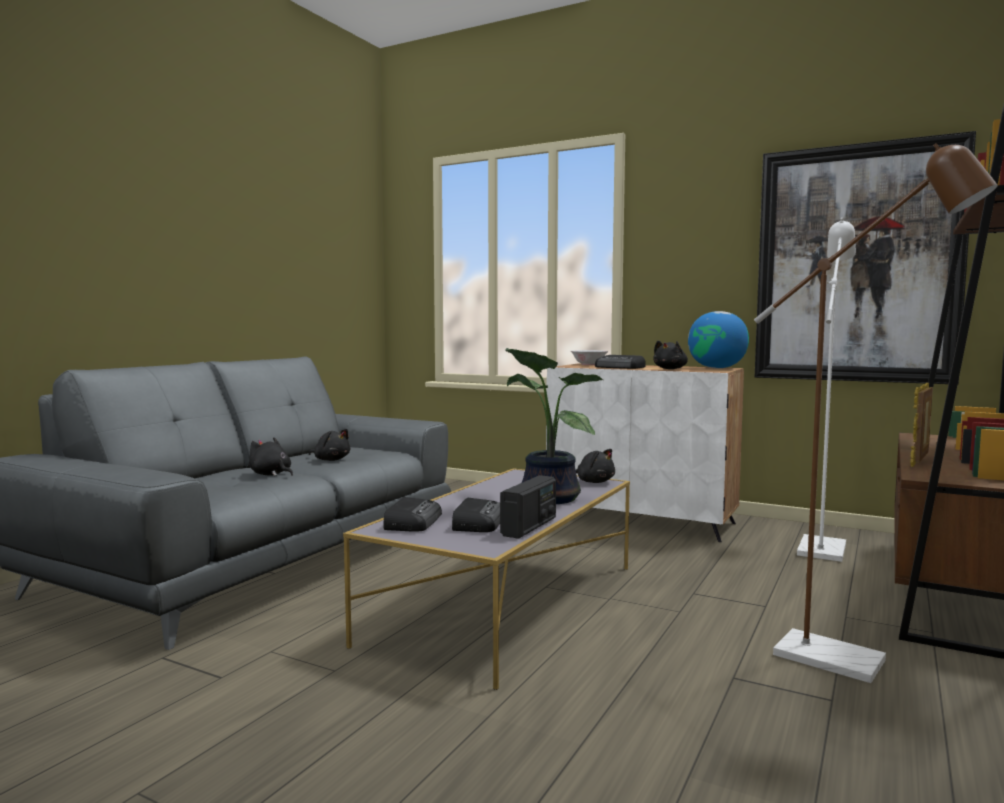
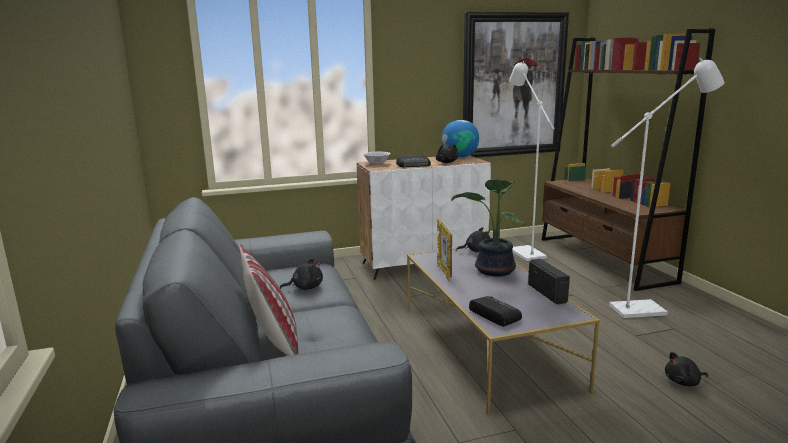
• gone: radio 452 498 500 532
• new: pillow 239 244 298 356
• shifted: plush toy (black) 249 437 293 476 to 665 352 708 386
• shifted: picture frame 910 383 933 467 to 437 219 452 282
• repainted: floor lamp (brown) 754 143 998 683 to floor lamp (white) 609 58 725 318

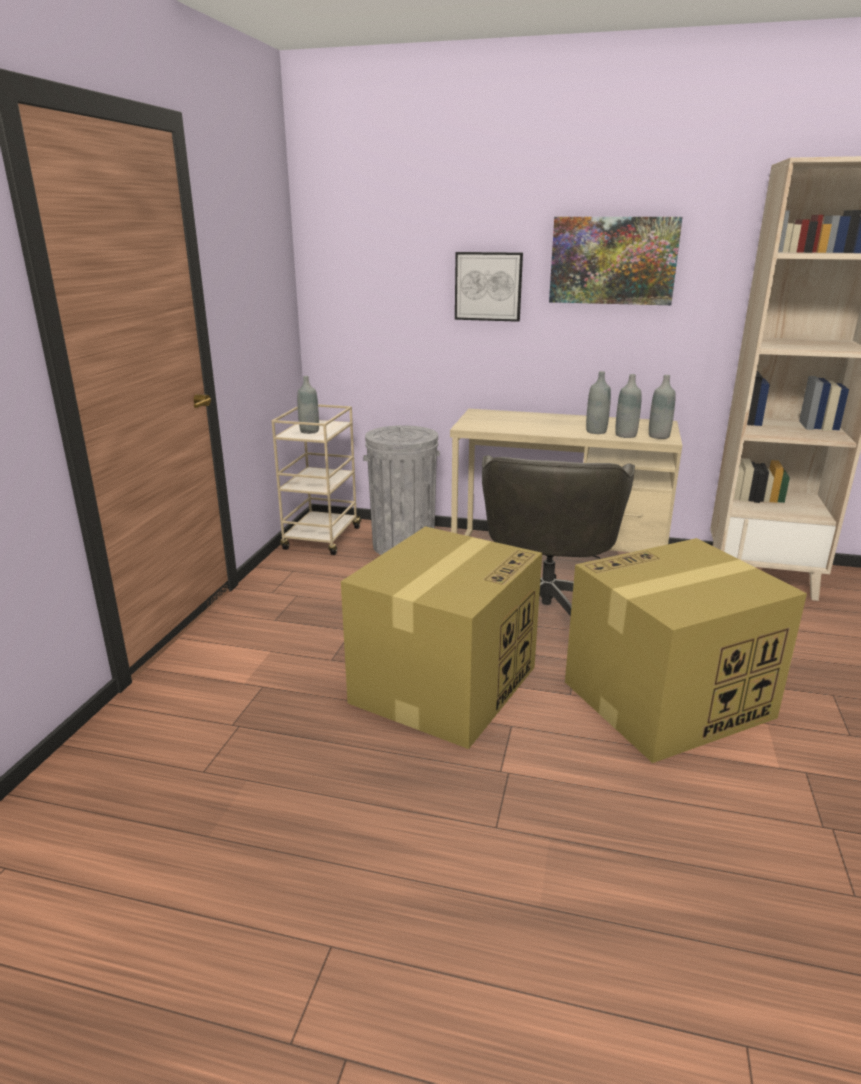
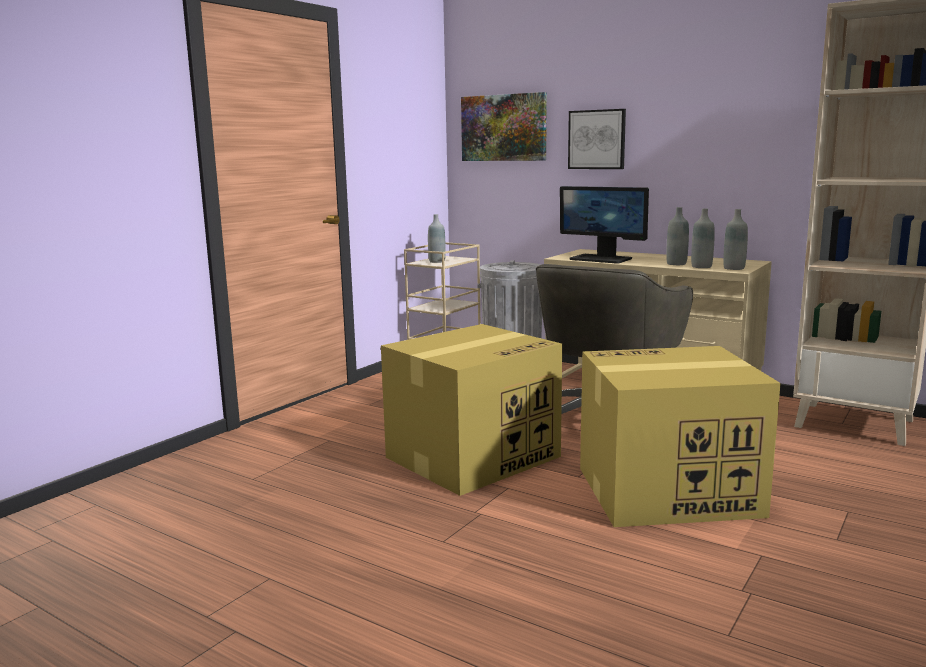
• new: monitor 560 186 649 264
• shifted: picture 549 217 683 305 to 461 92 547 161

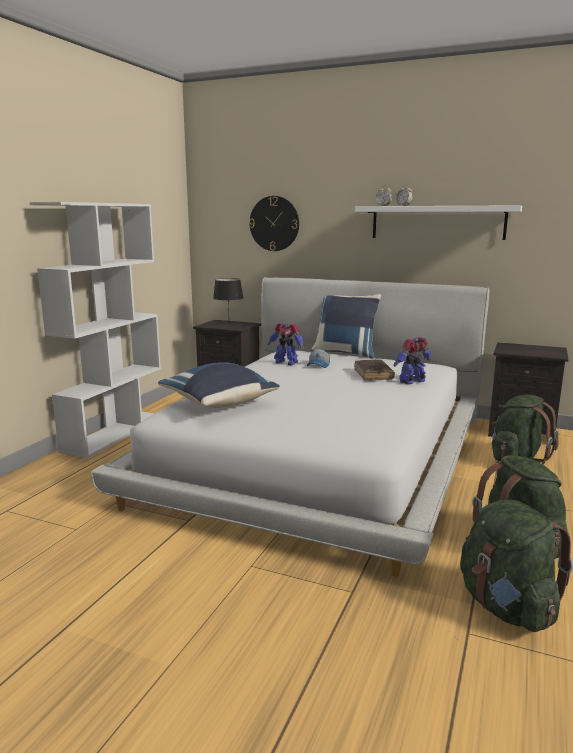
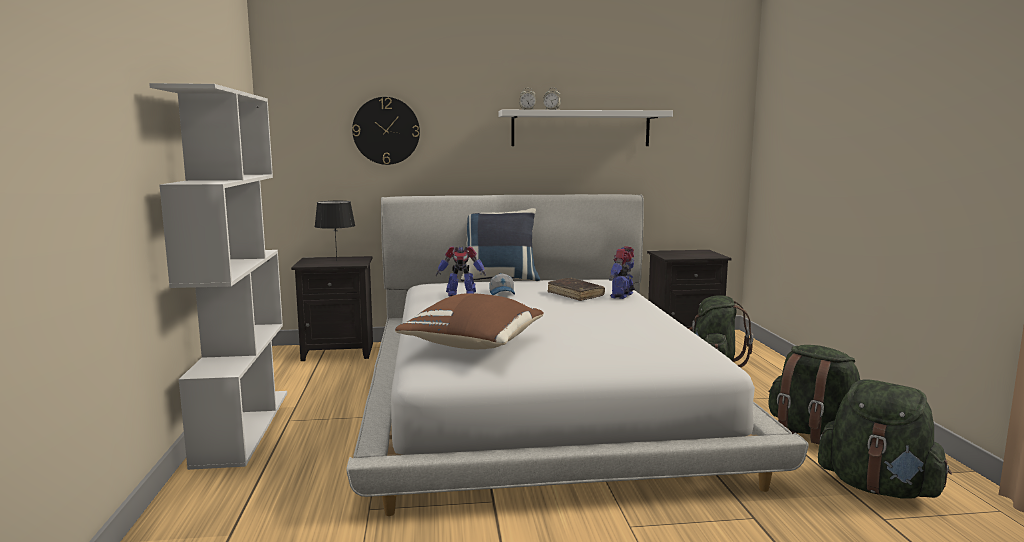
• repainted: pillow (blue) 158 362 280 408 to pillow (brown) 395 293 544 349

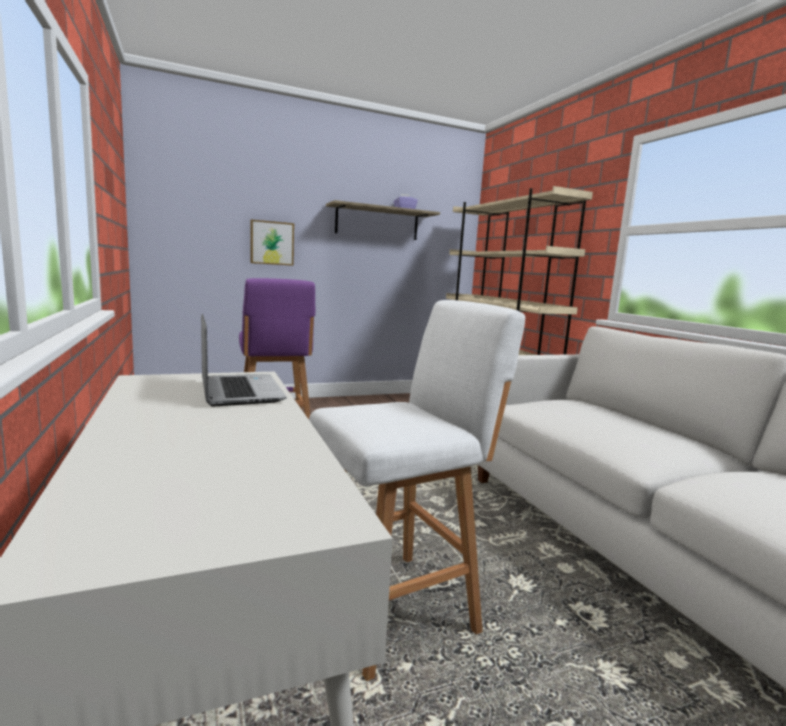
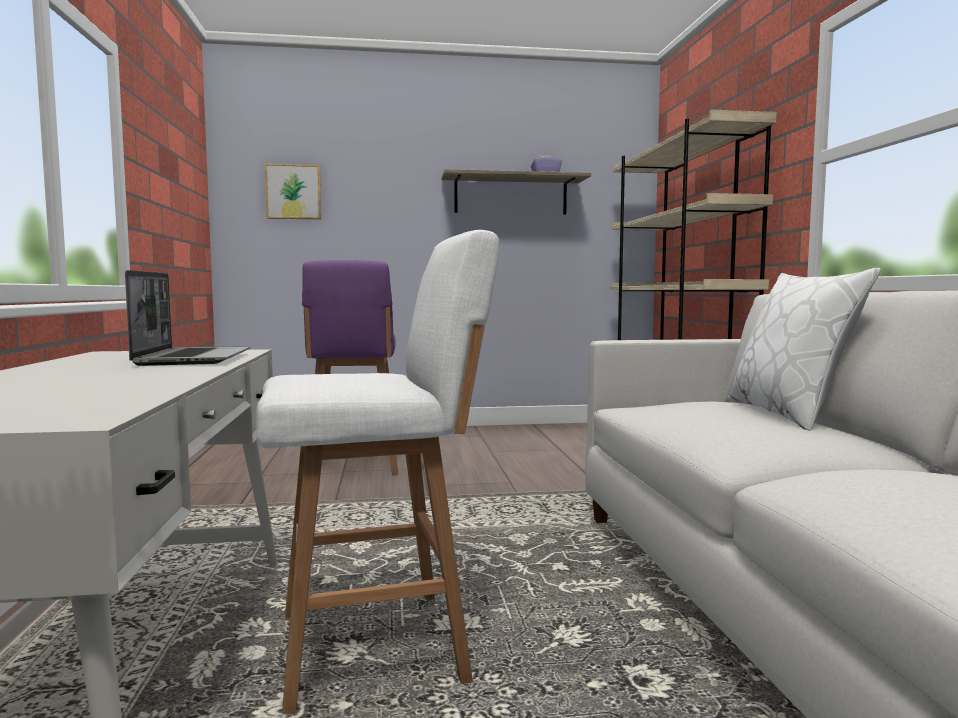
• new: pillow (white) 728 268 881 431
• shifted: picture 251 220 294 266 to 265 163 322 219

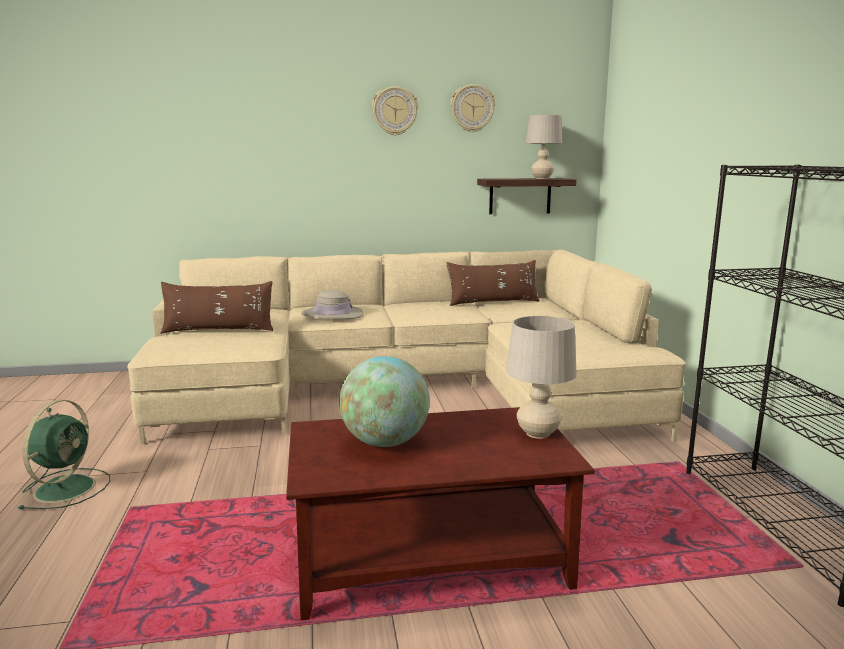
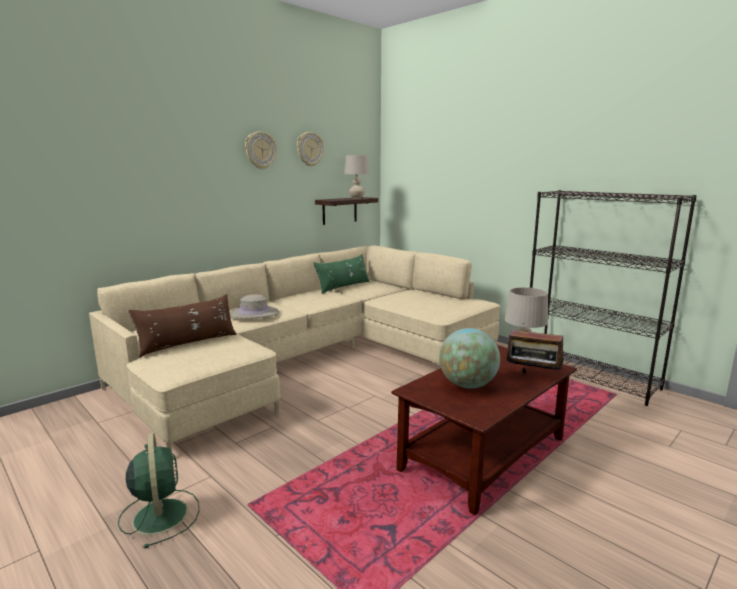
• new: radio 506 325 564 373
• repainted: pillow (brown) 447 260 540 306 to pillow (green) 313 254 370 294

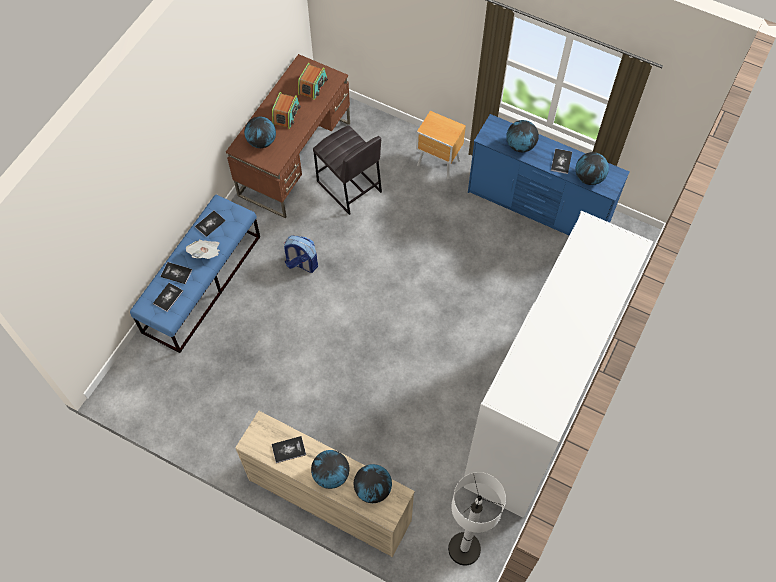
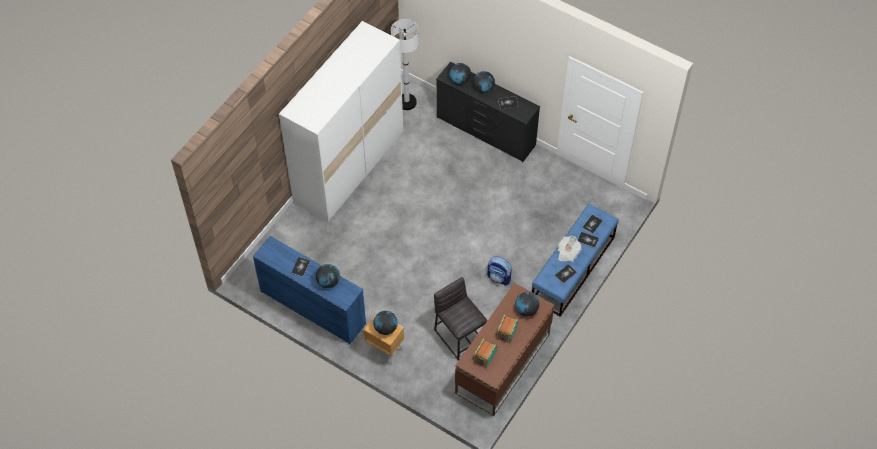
• shifted: globe 576 152 609 185 to 373 311 398 335
• repainted: dresser (beige) 235 411 415 557 to dresser (black) 436 62 540 162

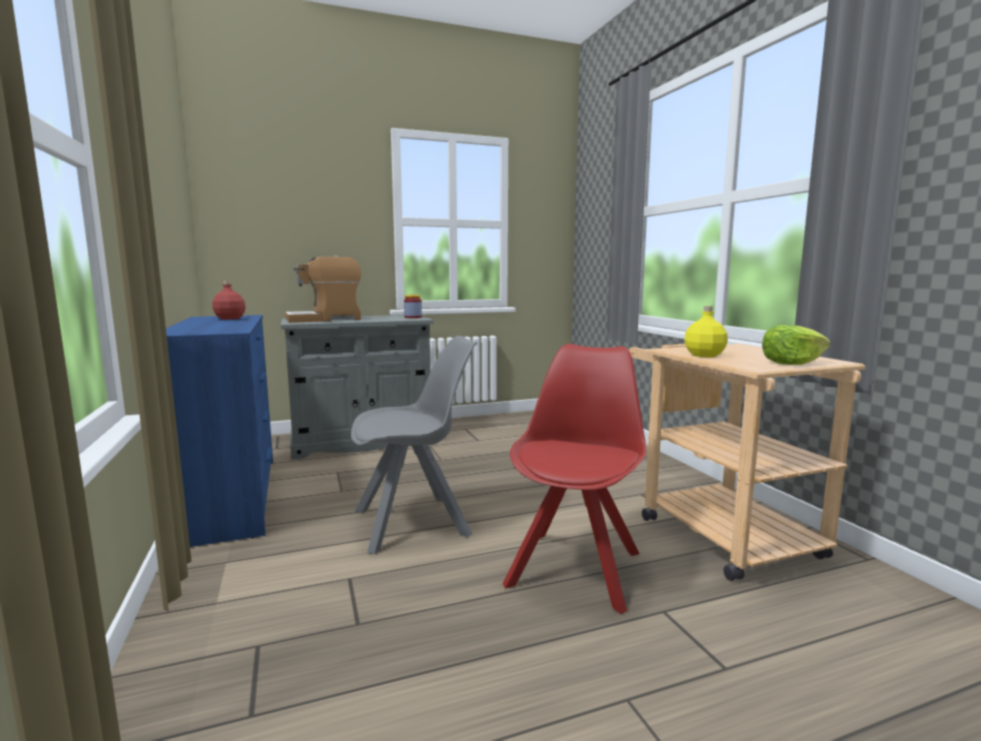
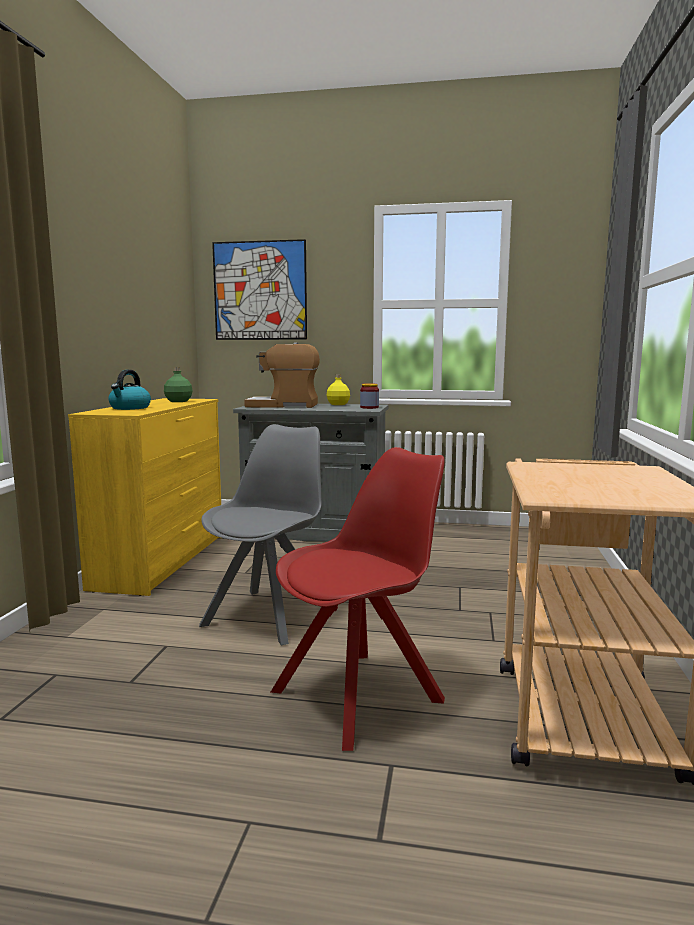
• gone: lettuce 762 325 831 365
• new: kettle 108 370 151 410
• new: picture 212 239 307 340
• shifted: bottle (yellow) 684 306 728 357 to 327 374 350 405
• repainted: dresser (blue) 166 315 273 547 to dresser (yellow) 68 398 221 596
• repainted: bottle (red) 212 280 246 320 to bottle (green) 164 367 193 402
• rotated: chair (grey) 351 336 478 554 = 199 424 322 645 75 degrees counterclockwise

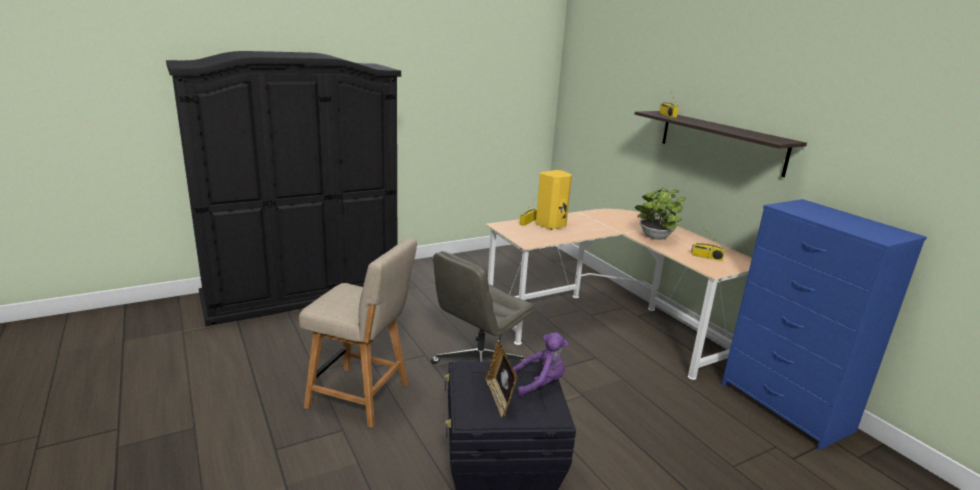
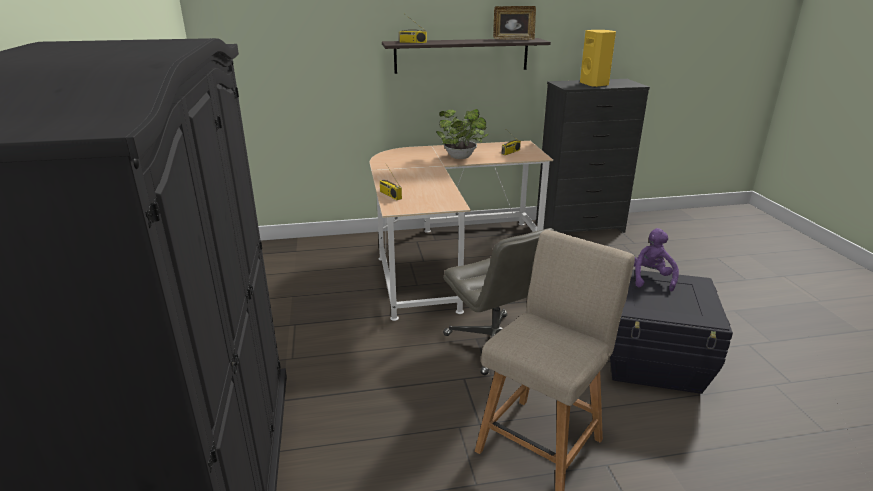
• shifted: picture frame 485 341 518 419 to 493 6 536 40
• shifted: speaker (yellow) 536 170 572 230 to 580 30 616 87
• repainted: dresser (blue) 722 199 927 450 to dresser (black) 536 79 650 233

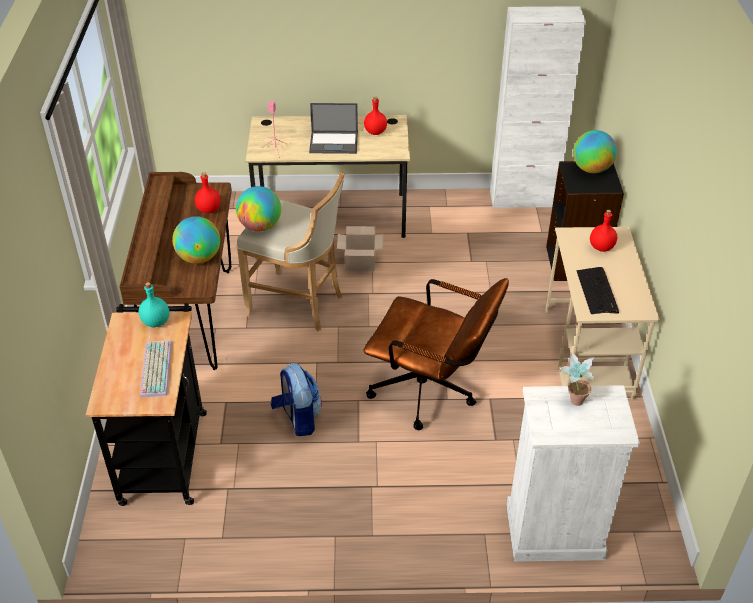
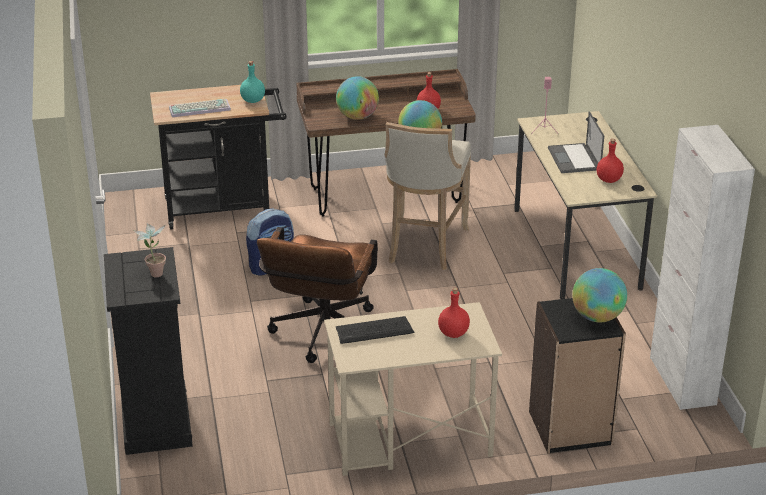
• gone: cardboard box 337 226 383 271
• repainted: dresser (white) 506 385 640 562 to dresser (black) 104 247 193 455

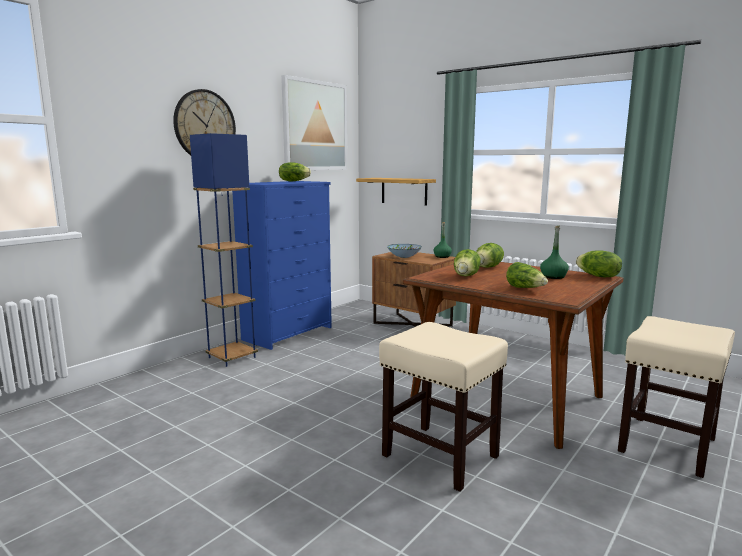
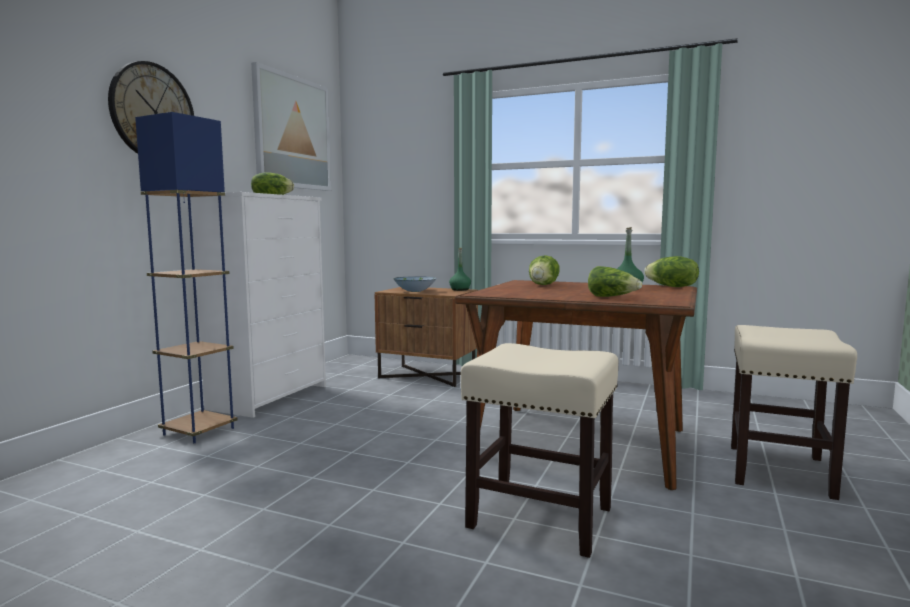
• gone: shelf 356 178 436 206
• gone: lettuce 454 249 481 276
• repainted: dresser (blue) 232 181 332 350 to dresser (white) 190 192 326 418

